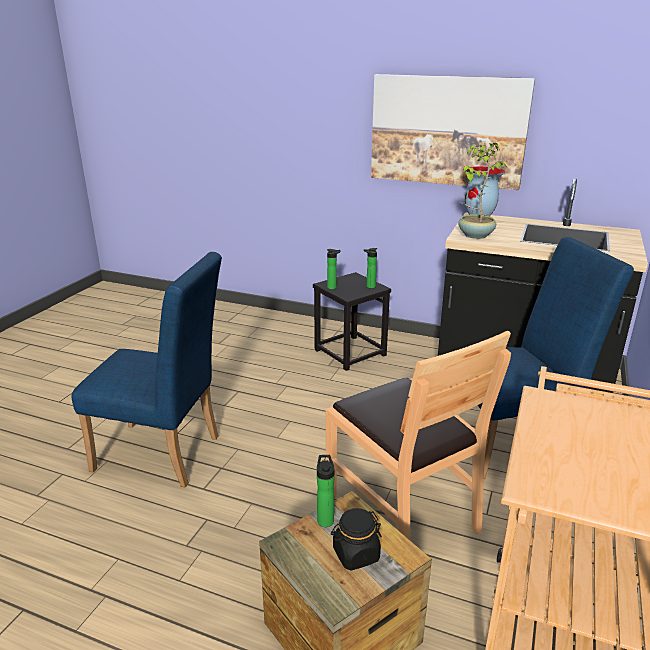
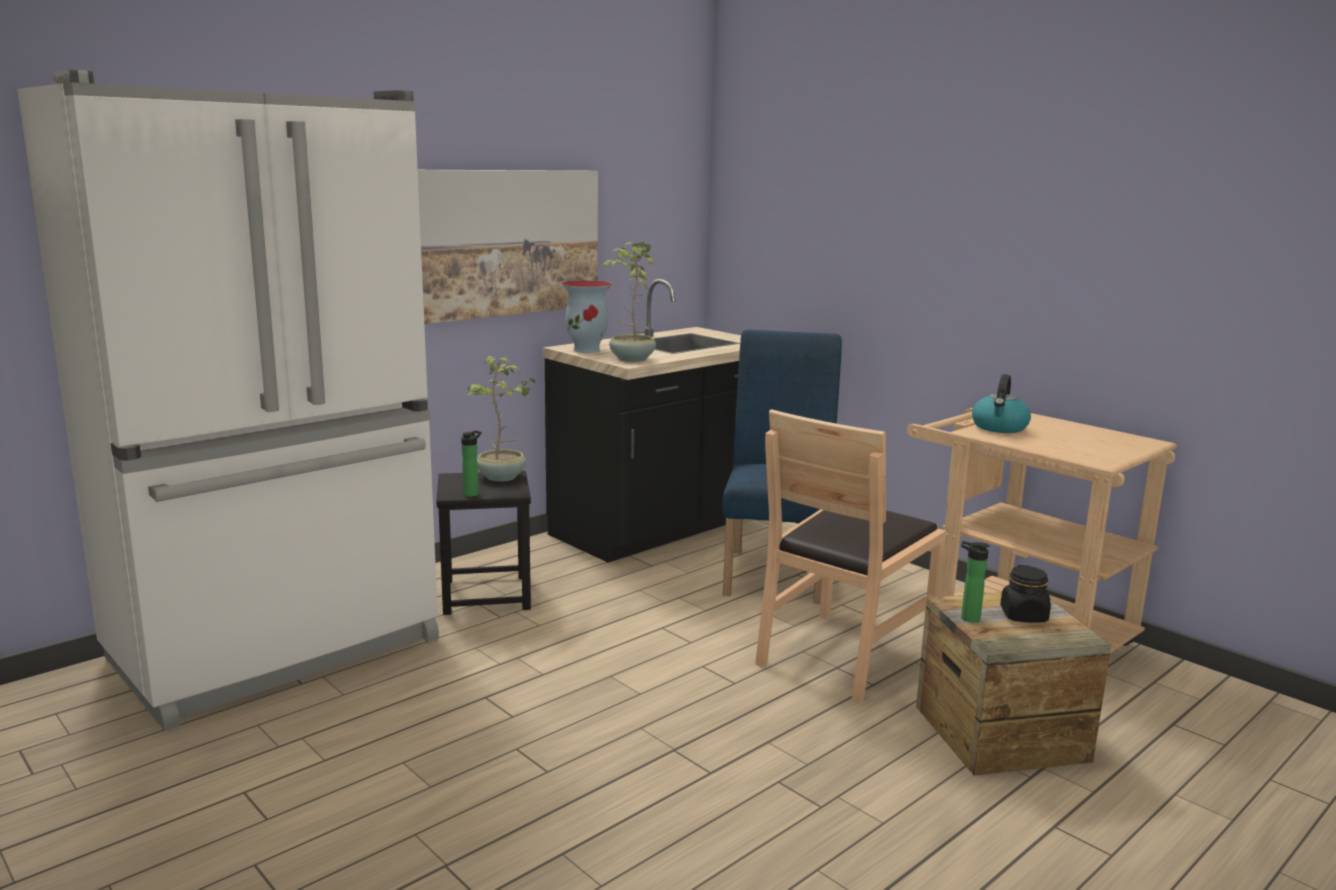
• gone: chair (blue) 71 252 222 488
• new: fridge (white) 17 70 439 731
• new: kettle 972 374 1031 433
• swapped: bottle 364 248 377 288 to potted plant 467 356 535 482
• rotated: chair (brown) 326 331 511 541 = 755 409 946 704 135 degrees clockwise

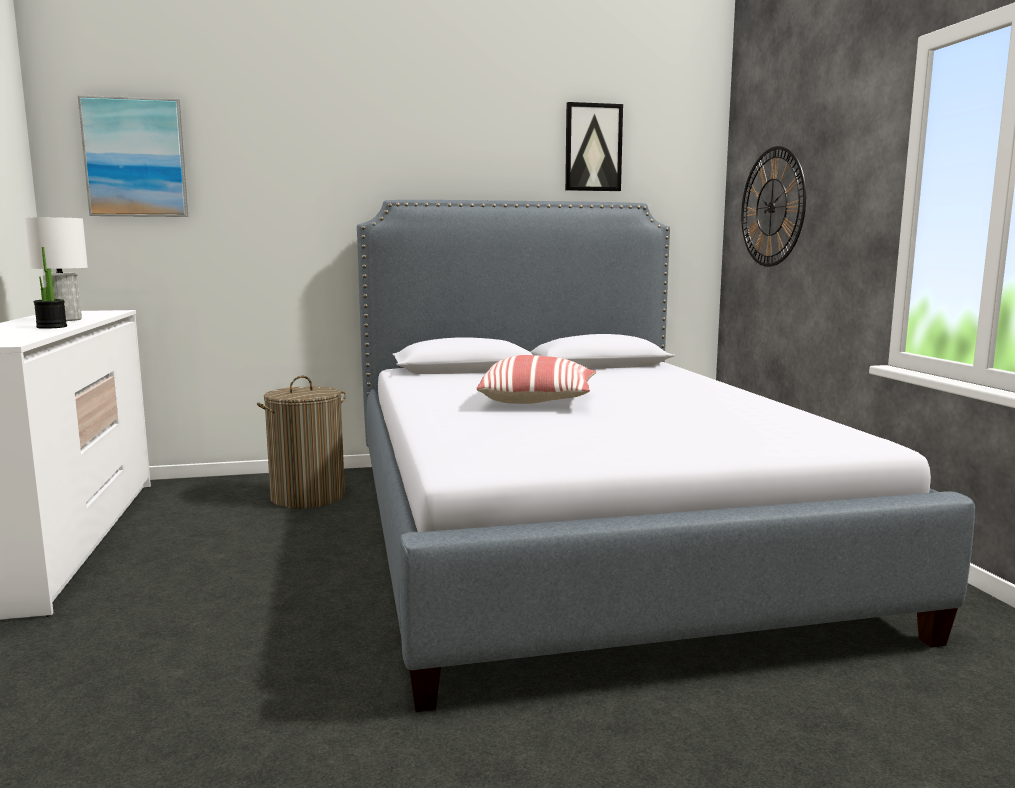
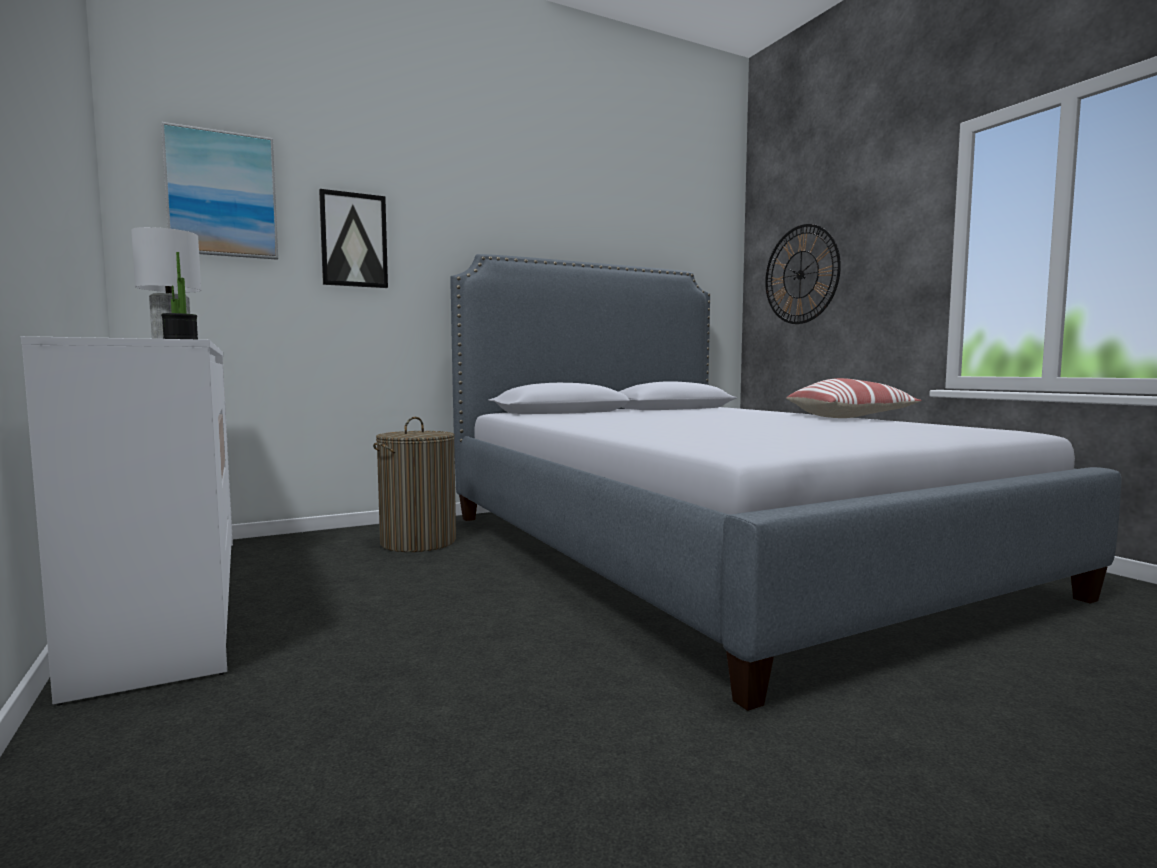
• shifted: pillow 477 355 596 404 to 786 378 921 418
• shifted: picture 565 102 623 191 to 319 189 388 288

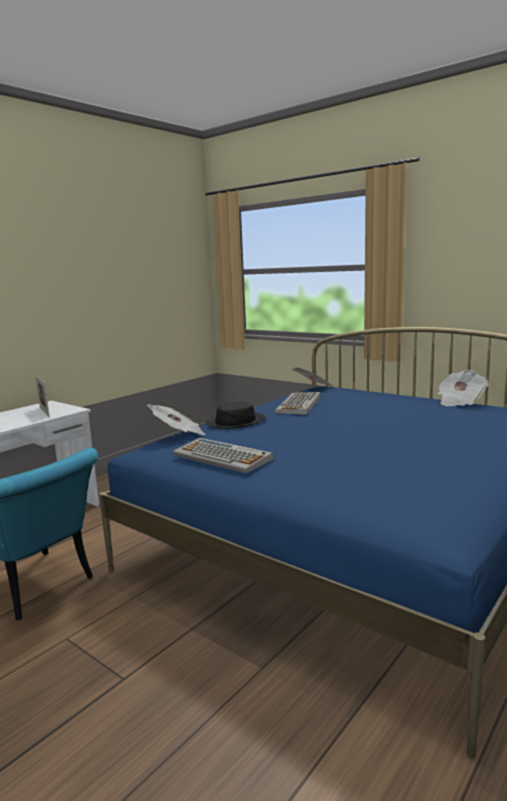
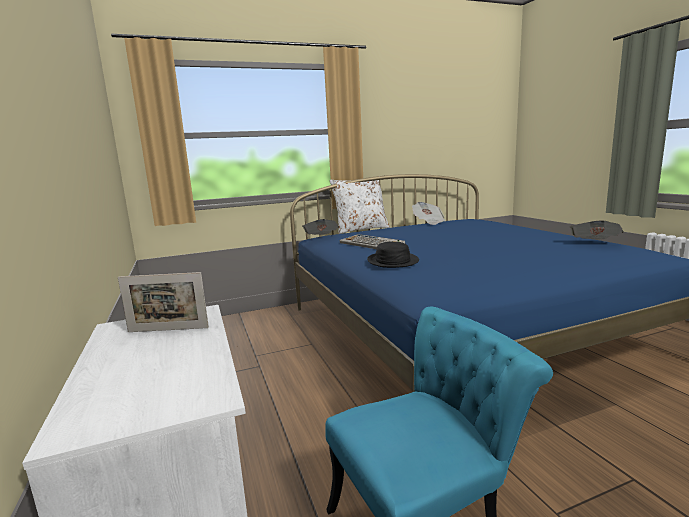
• gone: keyboard 173 438 274 473
• new: pillow (white) 329 180 390 234
• shifted: newspaper 147 405 205 435 to 570 220 624 240

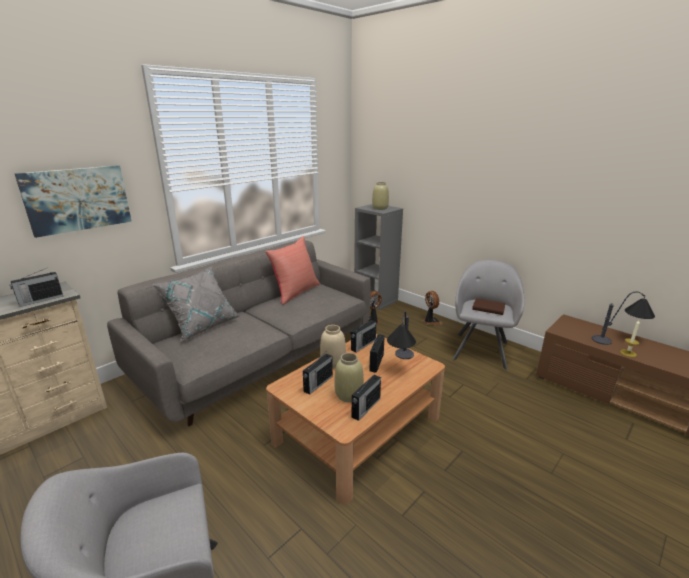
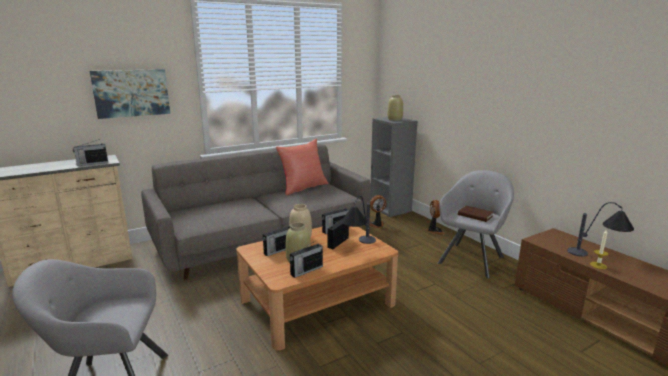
• gone: pillow (grey) 152 266 241 342

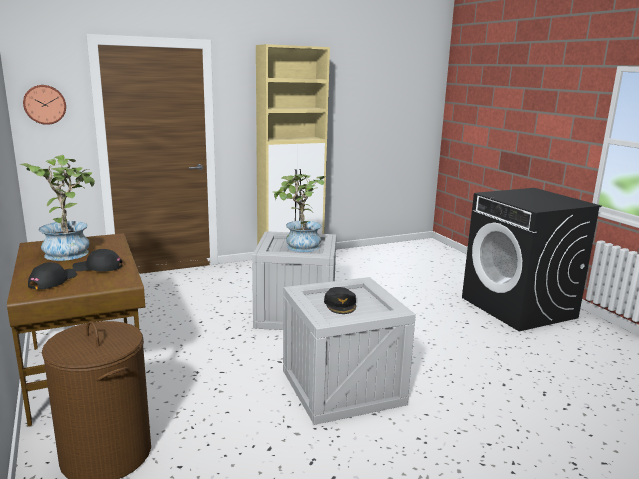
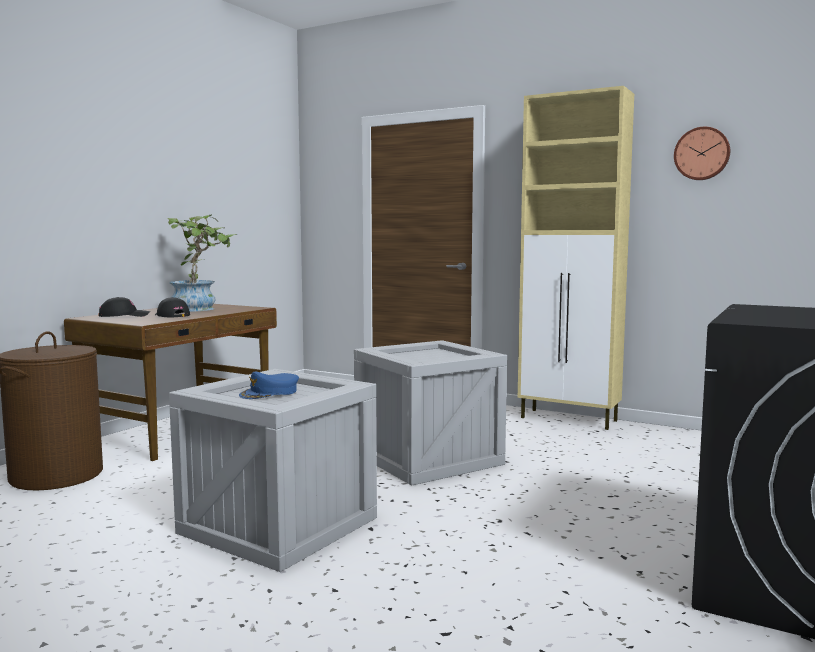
• gone: potted plant 272 174 330 252
• shifted: wall clock 23 85 66 125 to 674 127 730 180
• repainted: cap (black) 324 287 356 314 to cap (blue) 239 372 299 399

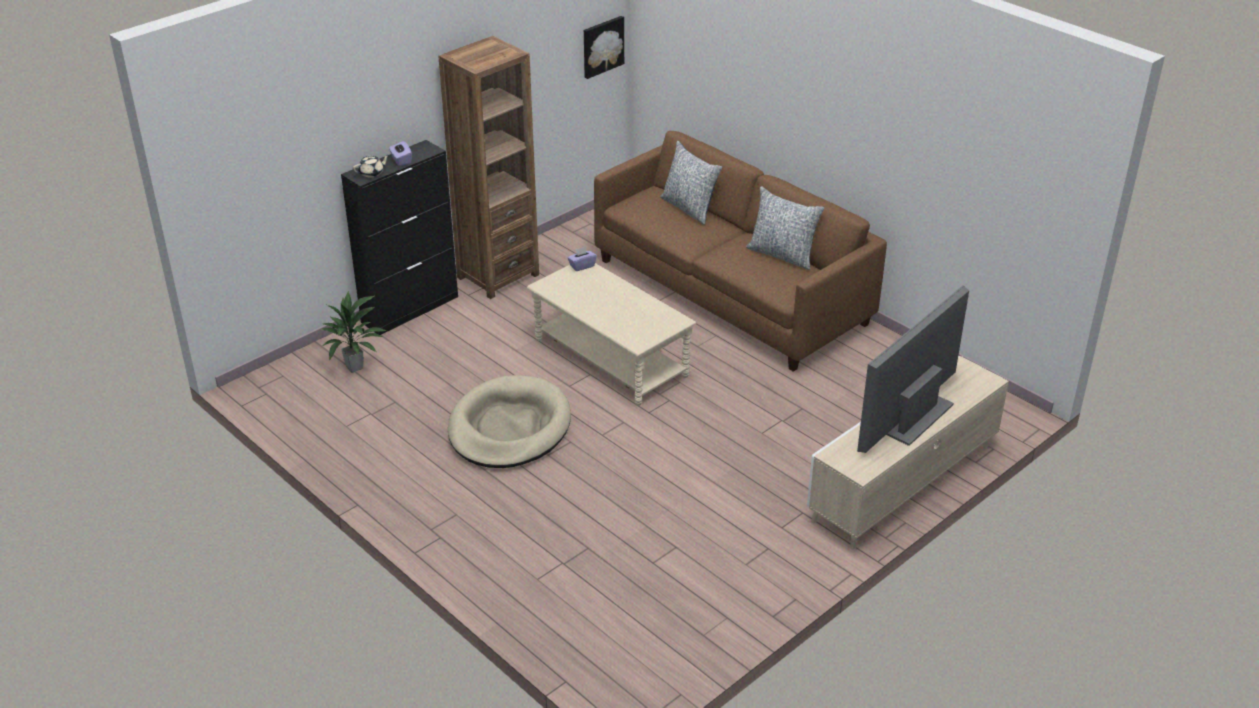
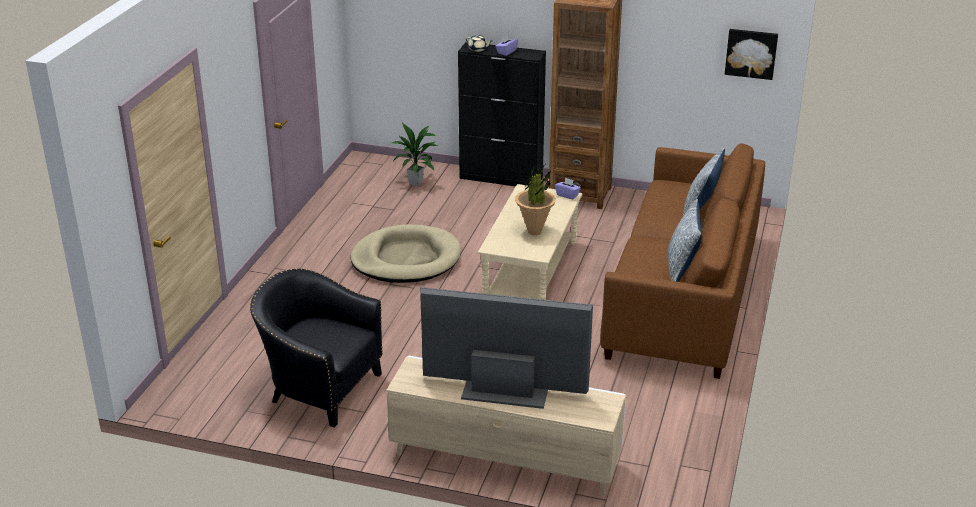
• new: armchair (black) 250 268 383 428
• new: potted plant 515 164 556 236

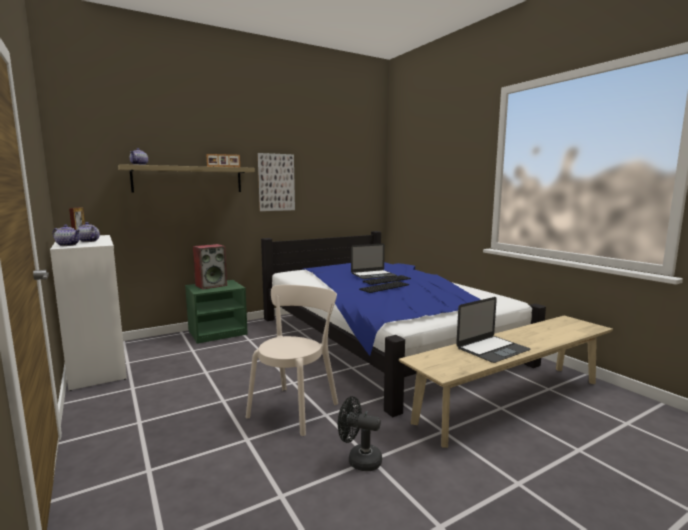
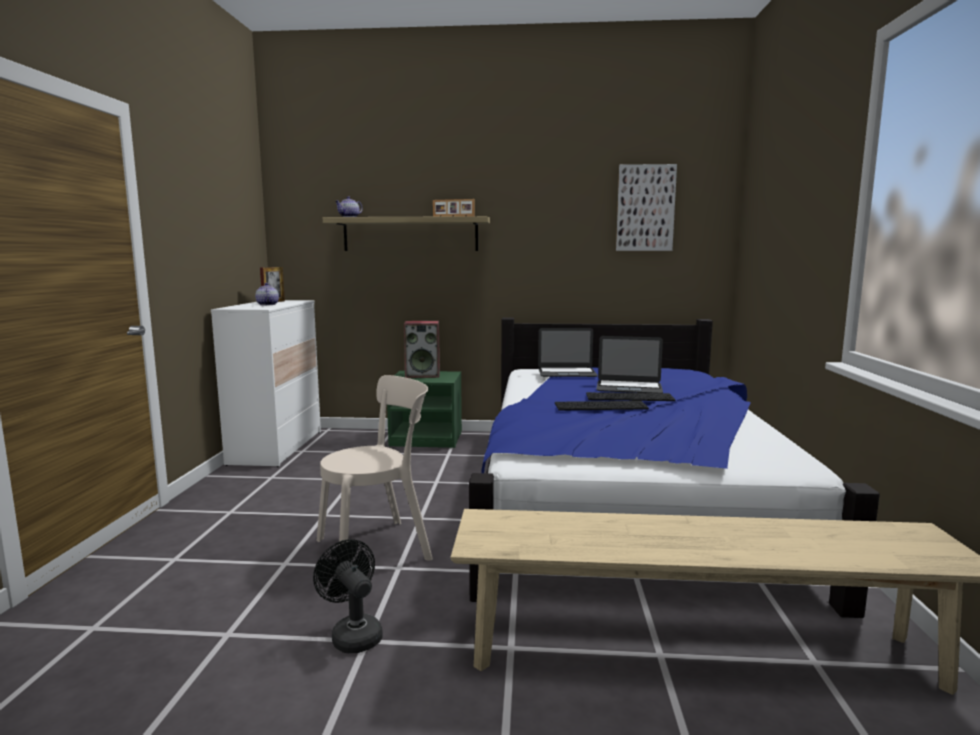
• gone: teapot 53 225 80 246
• shifted: picture 258 153 295 211 to 616 164 677 251
• shifted: laptop 456 297 530 363 to 538 328 598 377

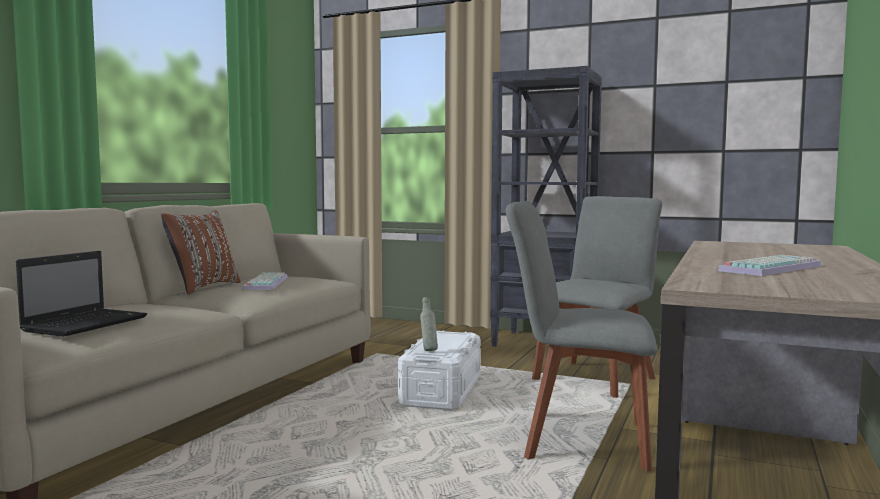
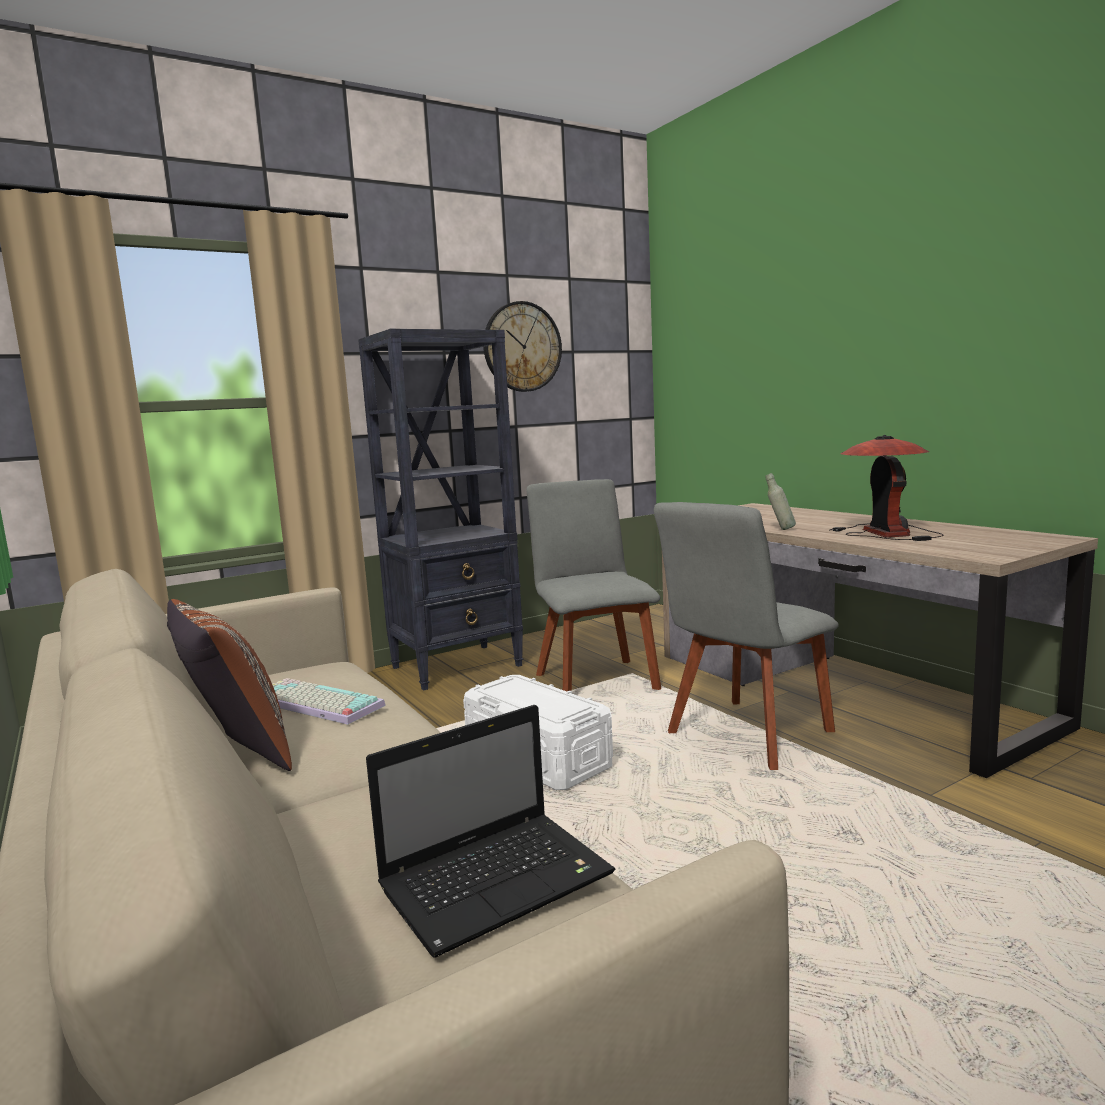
• new: wall clock 483 301 562 392
• shifted: bottle (grey) 420 297 438 351 to 765 473 796 530
• swapped: keyboard 718 255 821 276 to table lamp 829 435 943 541
• rotated: laptop 16 251 147 337 = 366 705 616 958 90 degrees clockwise

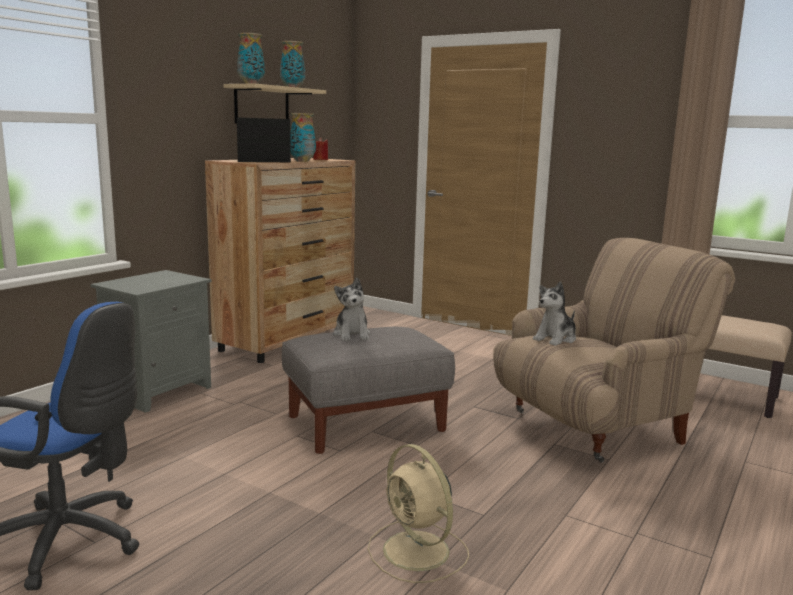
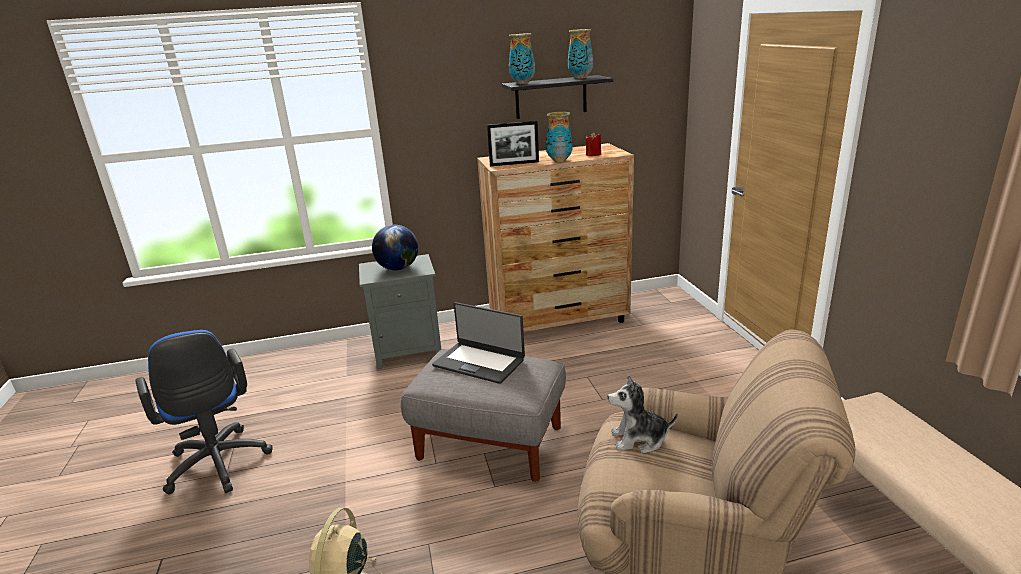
• new: globe 372 225 418 270
• swapped: plush toy 333 278 370 341 to laptop 432 302 525 384
• repainted: shelf (beige) 223 83 326 124 to shelf (black) 502 75 613 119
• rotated: picture frame 237 117 291 162 = 487 121 539 166 150 degrees clockwise

